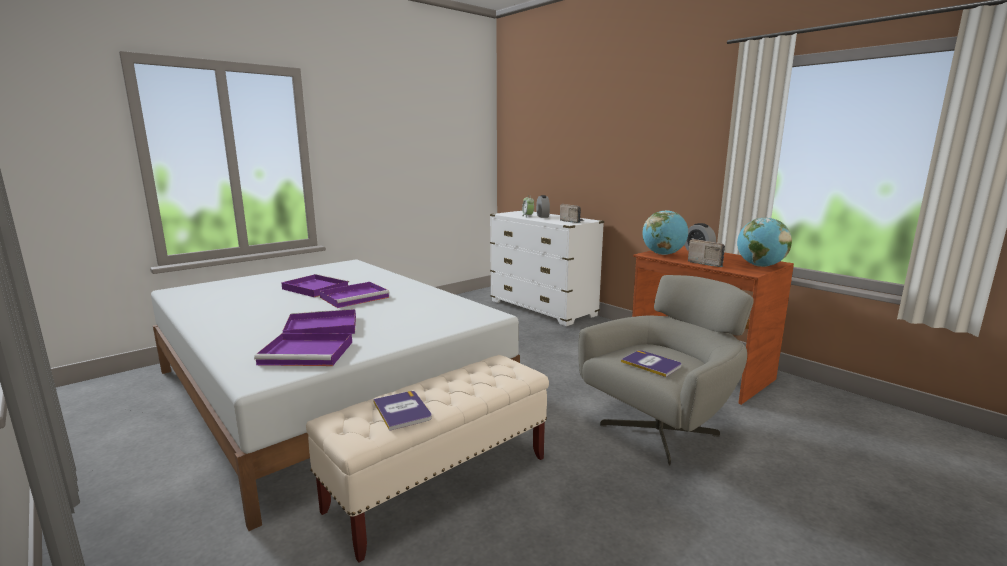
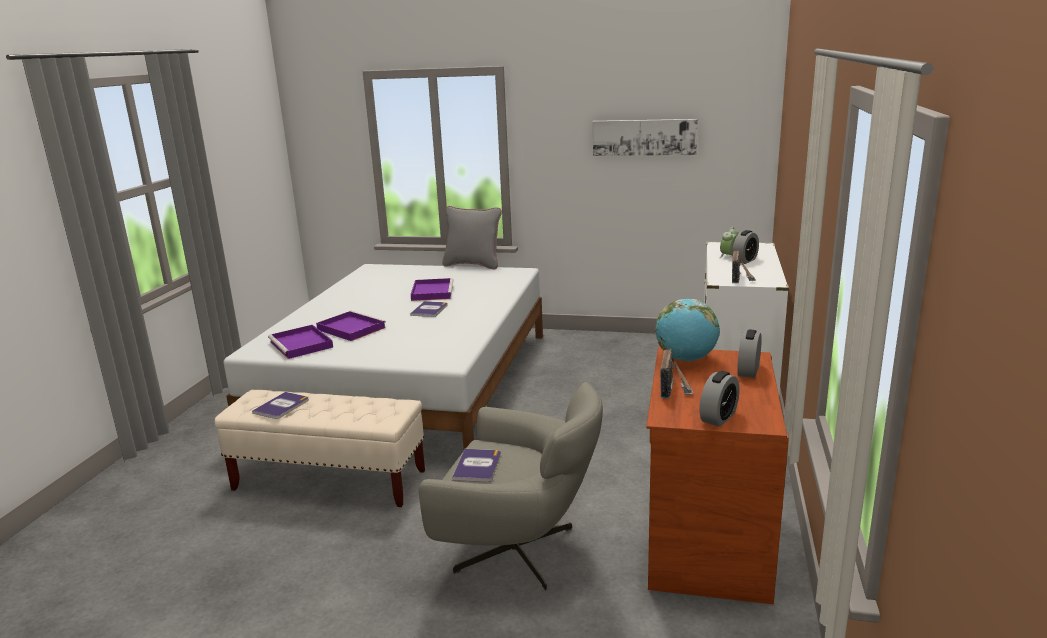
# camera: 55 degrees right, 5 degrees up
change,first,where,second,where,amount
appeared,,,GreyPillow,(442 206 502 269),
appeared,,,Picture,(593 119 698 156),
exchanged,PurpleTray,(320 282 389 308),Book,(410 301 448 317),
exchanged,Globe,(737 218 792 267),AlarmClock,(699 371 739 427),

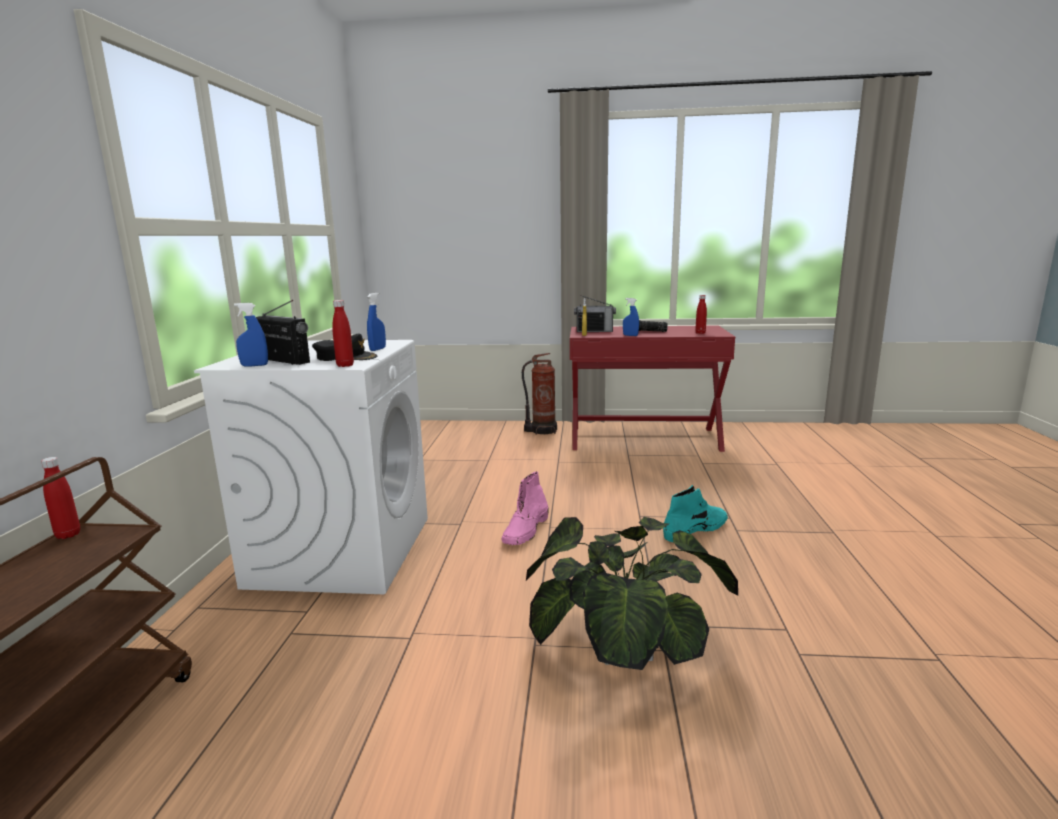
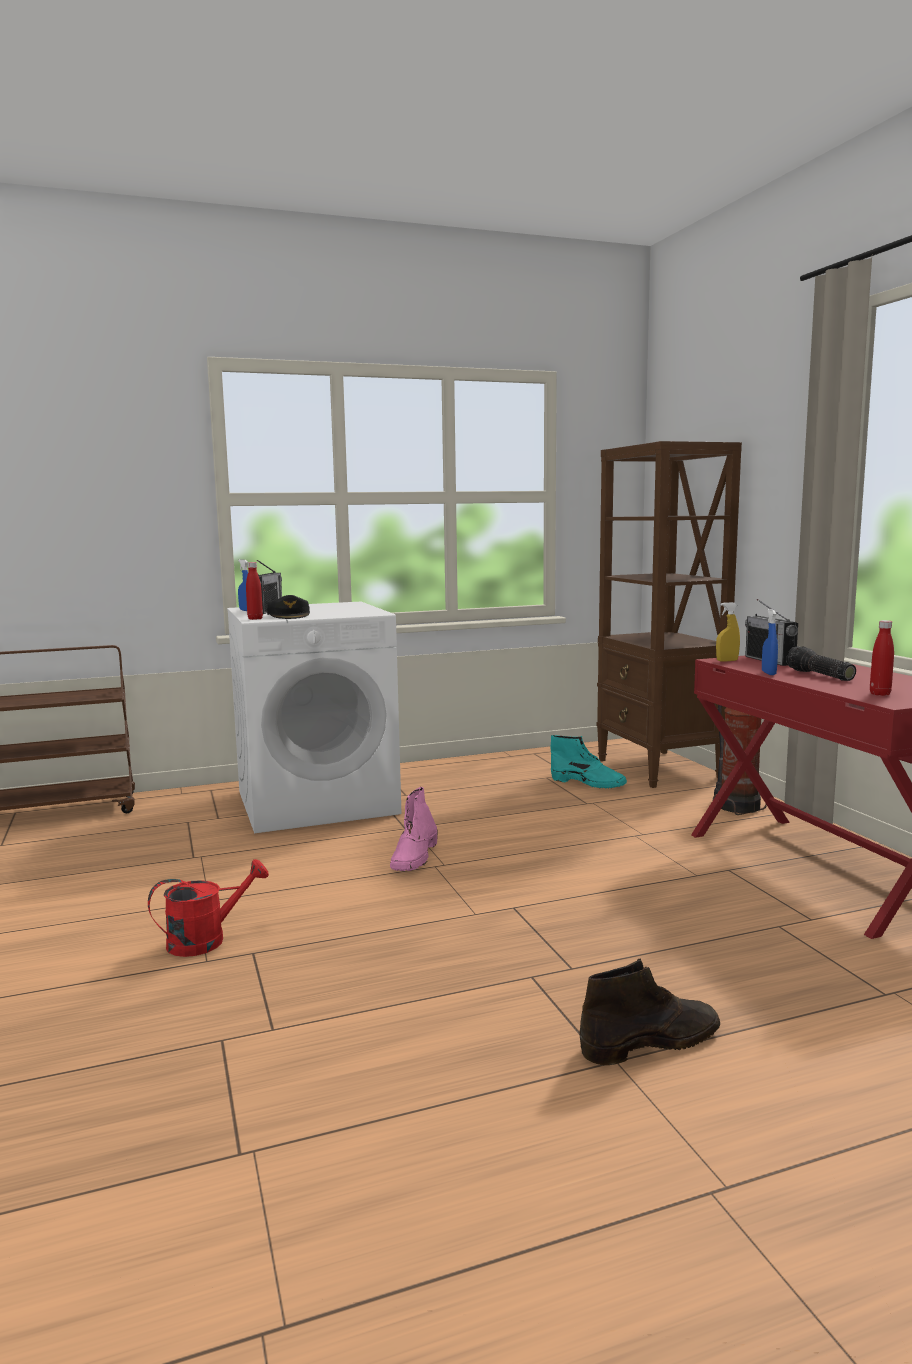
# camera: 65 degrees right, 5 degrees down
change,first,where,second,where,amount
missing,RedBottle,(41 457 80 539),,,
missing,BlueSprayBottle,(367 293 386 351),,,
appeared,,,BrownBoot,(579 959 720 1065),
appeared,,,BrownBookcase,(596 441 742 788),
relocated,TurquoiseBoot,(663 485 728 542),,(550 735 627 789),
exchanged,PottedPlant,(526 517 738 670),RedWateringCan,(148 859 269 957),
spun,PinkBoot,(502 471 549 545),,(390 787 438 871),75 degrees counterclockwise

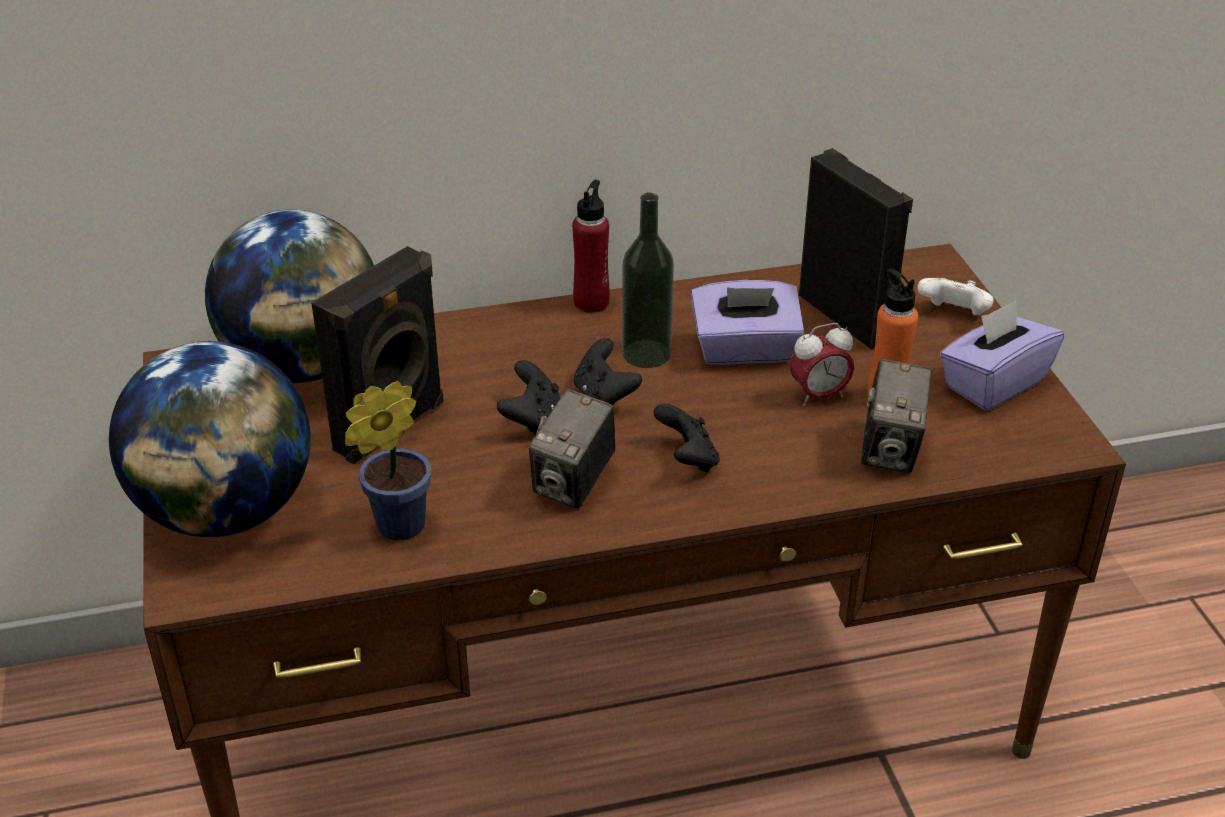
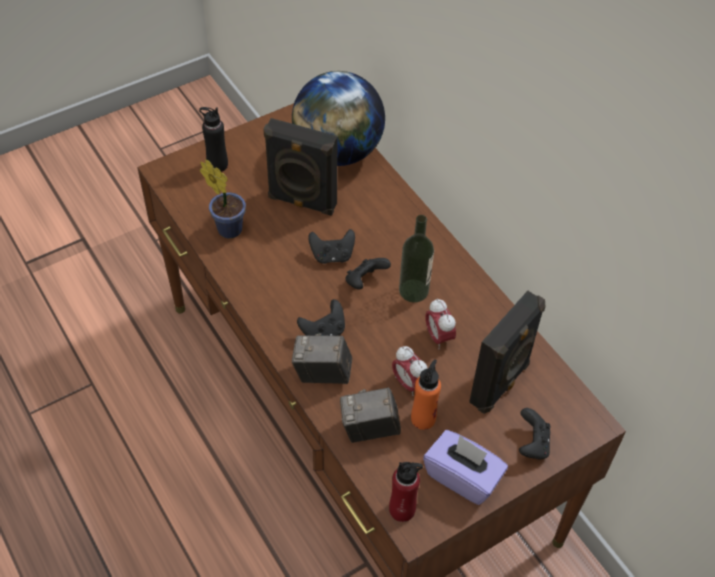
# camera: 70 degrees right, 15 degrees up
change,first,where,second,where,amount
relocated,PhotoCamera,(529 389 615 509),,(292 333 352 384),
relocated,RedBottle,(572 180 610 313),,(389 462 423 522),
exchanged,Globe,(109 341 311 537),BlackBottle,(199 107 228 172),
exchanged,PurpleTissueBox,(691 280 804 365),AlarmClock,(425 298 456 349),
colour,WhiteGameController,(917 278 994 315),BlackGameController,(519 408 551 460),

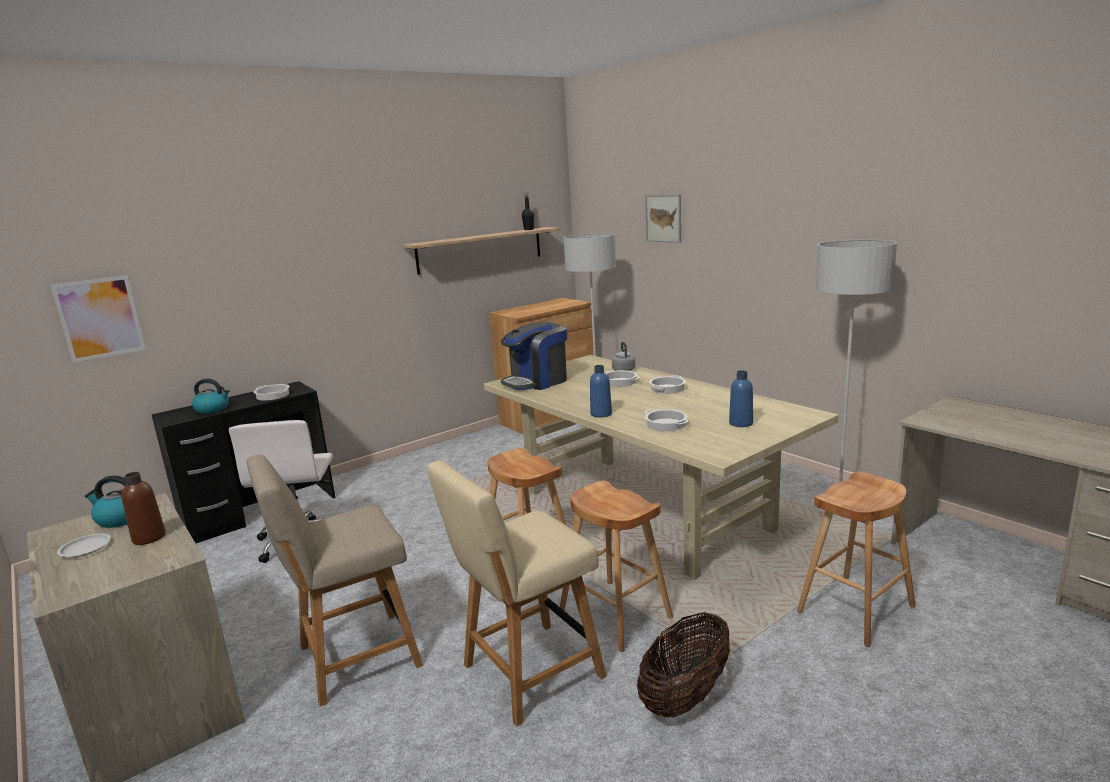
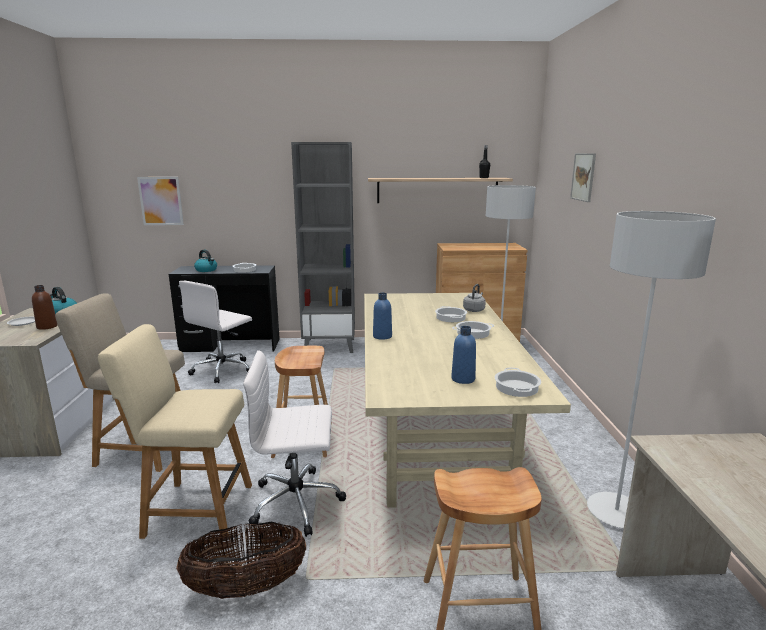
# camera: 35 degrees right, 0 degrees up
change,first,where,second,where,amount
missing,CoffeeMachine,(501 322 567 390),,,
appeared,,,GreyBookcase,(291 142 355 353),
relocated,CookingPot,(645 409 688 431),,(495 368 541 397),
exchanged,BrownStool,(560 480 673 652),WhiteOfficeChair,(243 350 346 537),

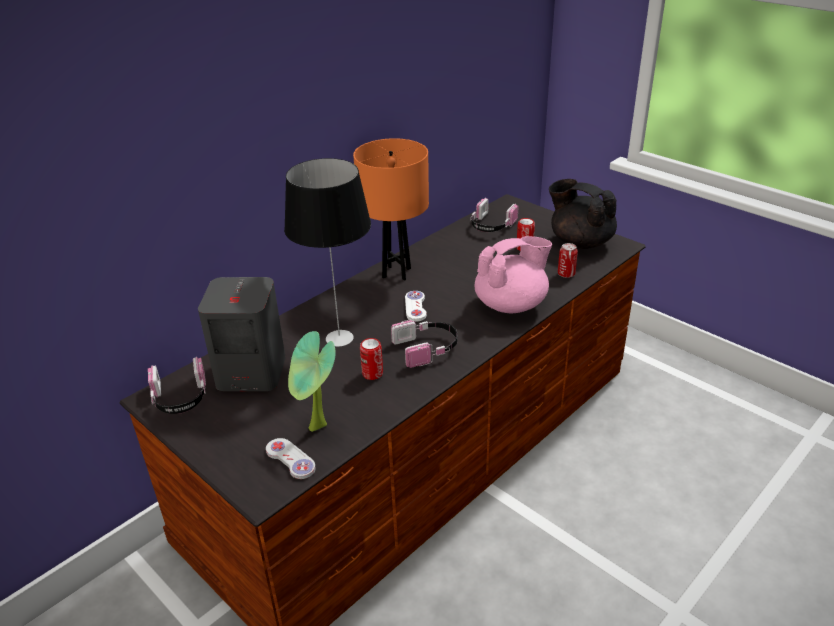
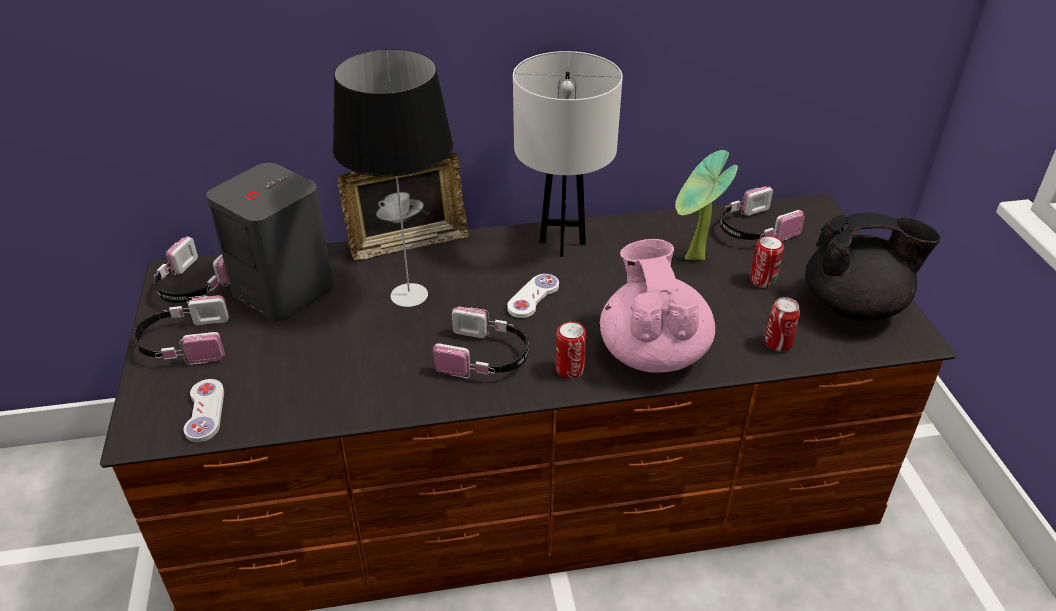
# camera: 35 degrees right, 5 degrees up
change,first,where,second,where,amount
appeared,,,Headphones,(133 295 229 365),
appeared,,,PictureFrame,(338 153 468 260),
relocated,PottedPlant,(288 331 336 432),,(675 150 738 261),
relocated,Can,(360 338 383 380),,(555 321 587 379),
colour,OrangeTableLamp,(353 138 429 281),WhiteTableLamp,(513 51 623 257),
spun,PinkTeapot,(474 236 552 314),,(600 239 715 373),105 degrees counterclockwise
spun,BlackTeapot,(549 179 617 249),,(805 212 941 321),105 degrees clockwise

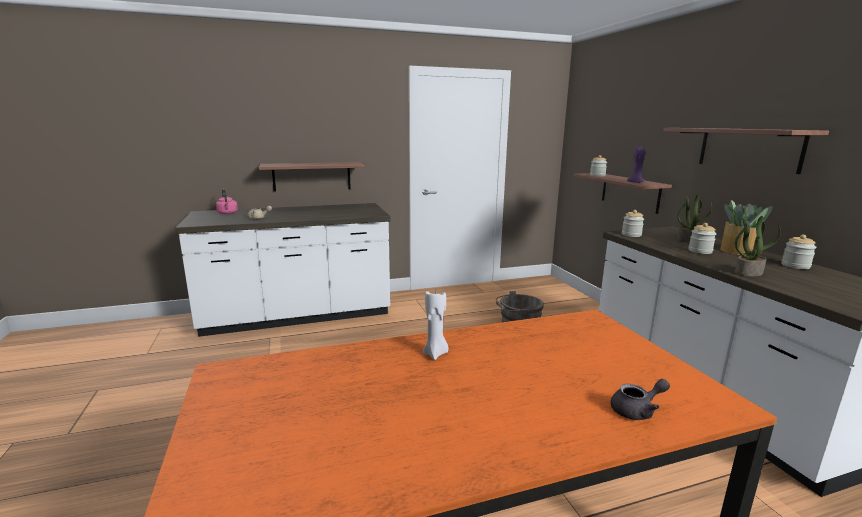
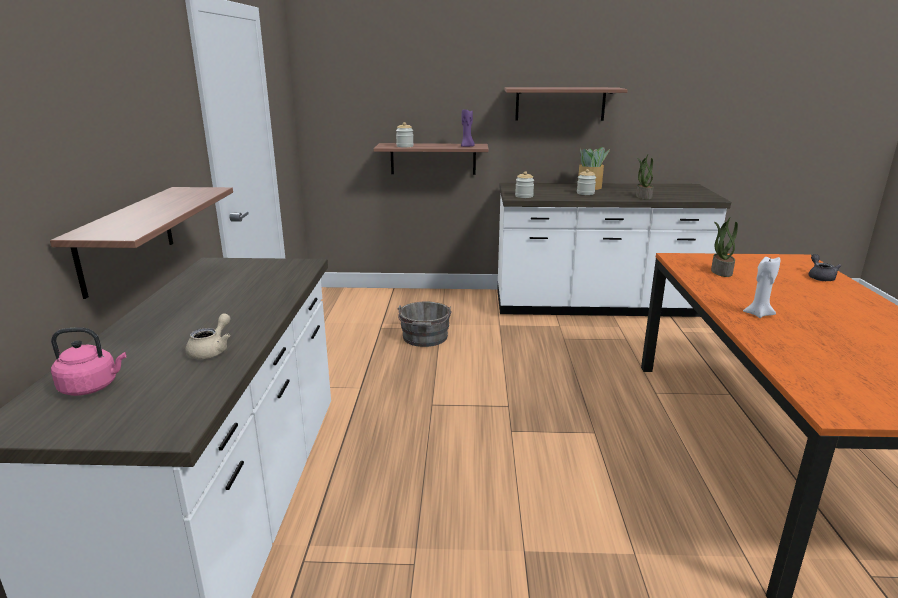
# camera: 70 degrees left, 5 degrees up
change,first,where,second,where,amount
missing,Jar,(781 235 817 269),,,
relocated,PottedPlant,(677 195 712 242),,(711 217 738 277),

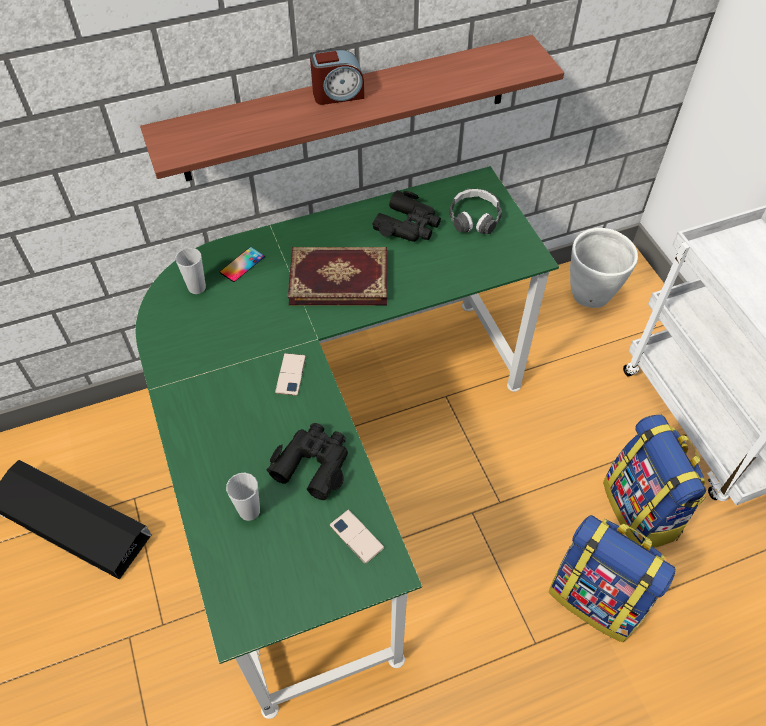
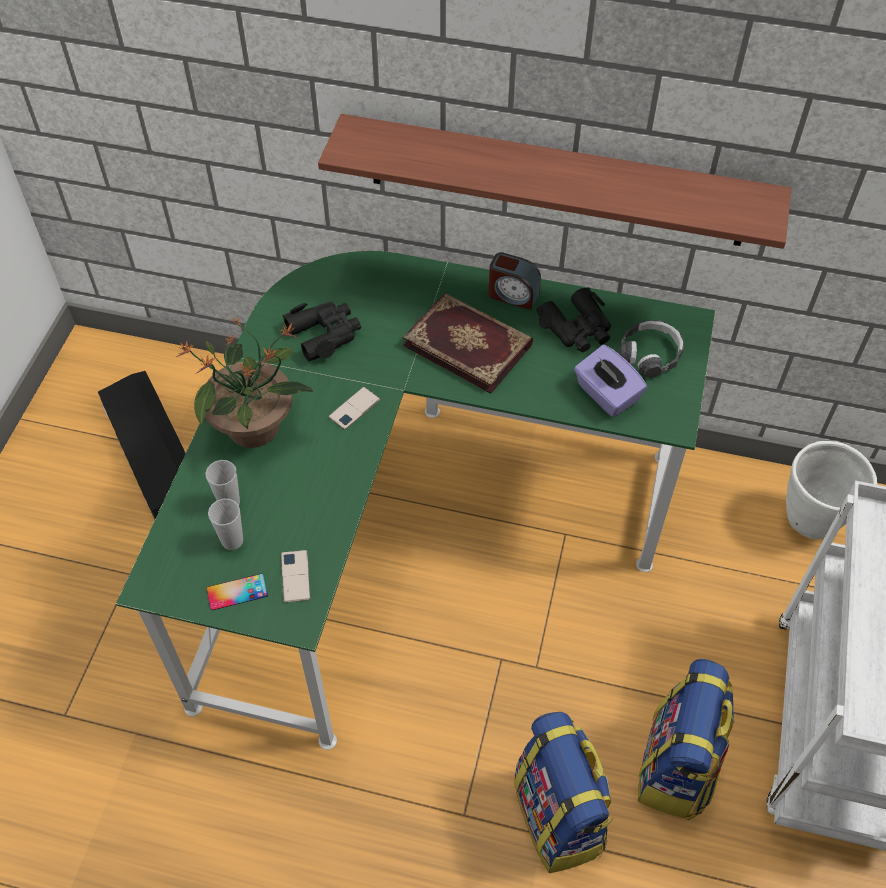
# camera: 35 degrees right, 0 degrees up
change,first,where,second,where,amount
appeared,,,PottedPlant,(176 316 314 448),
appeared,,,PurpleTissueBox,(574 345 647 417),
relocated,Cup,(175 248 206 294),,(208 499 243 550),
relocated,Phone,(220 247 265 282),,(207 573 268 610),
relocated,BlackBinoculars,(267 423 348 500),,(282 301 361 362),
relocated,AlarmClock,(310 49 364 105),,(488 252 541 310),

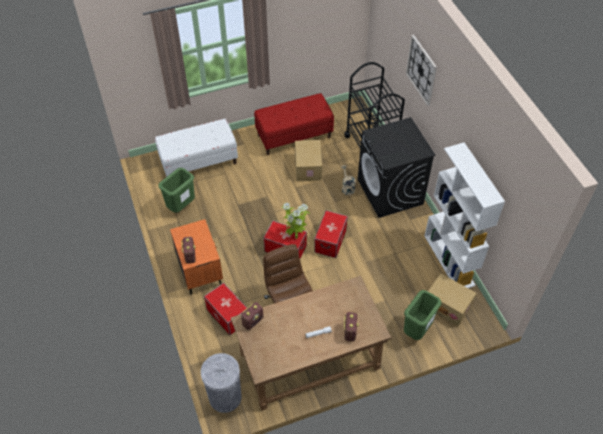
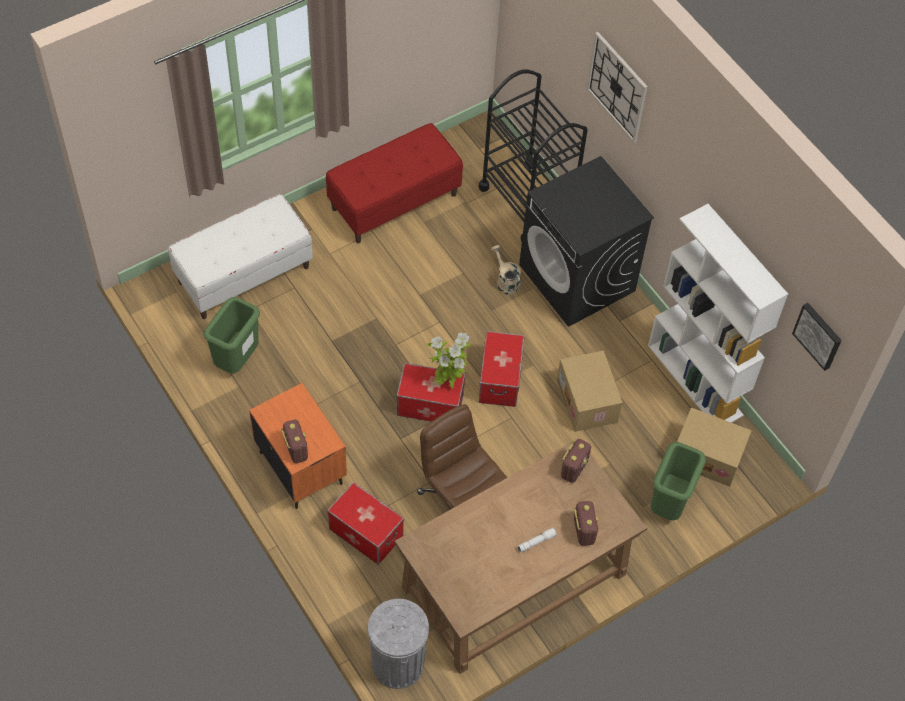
# camera: 15 degrees left, 5 degrees up
change,first,where,second,where,amount
appeared,,,Picture,(792 303 842 371),
relocated,Radio,(241 302 263 330),,(561 439 591 483),
relocated,CardboardBox,(295 140 322 181),,(557 350 623 432),

